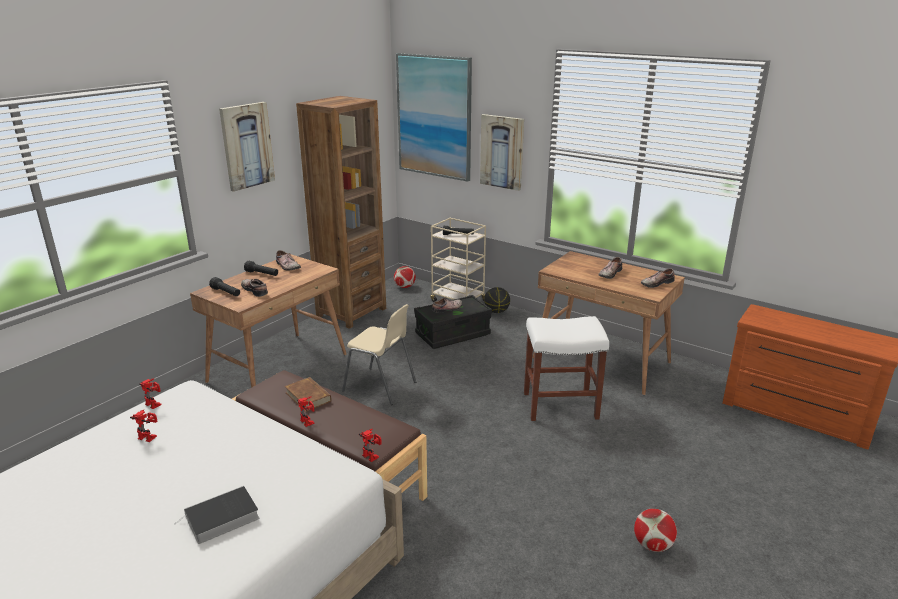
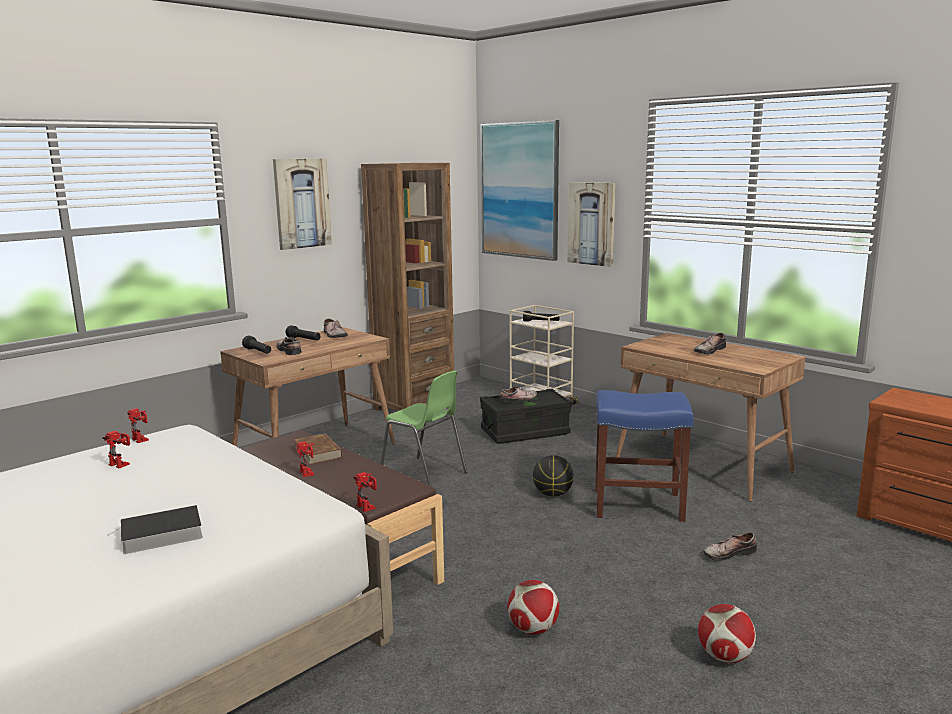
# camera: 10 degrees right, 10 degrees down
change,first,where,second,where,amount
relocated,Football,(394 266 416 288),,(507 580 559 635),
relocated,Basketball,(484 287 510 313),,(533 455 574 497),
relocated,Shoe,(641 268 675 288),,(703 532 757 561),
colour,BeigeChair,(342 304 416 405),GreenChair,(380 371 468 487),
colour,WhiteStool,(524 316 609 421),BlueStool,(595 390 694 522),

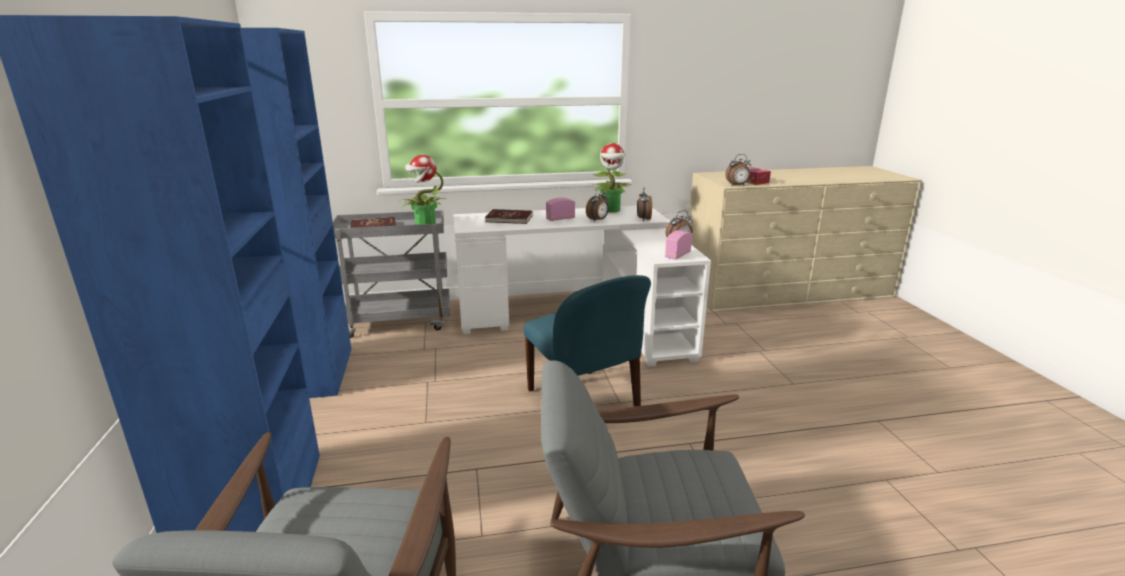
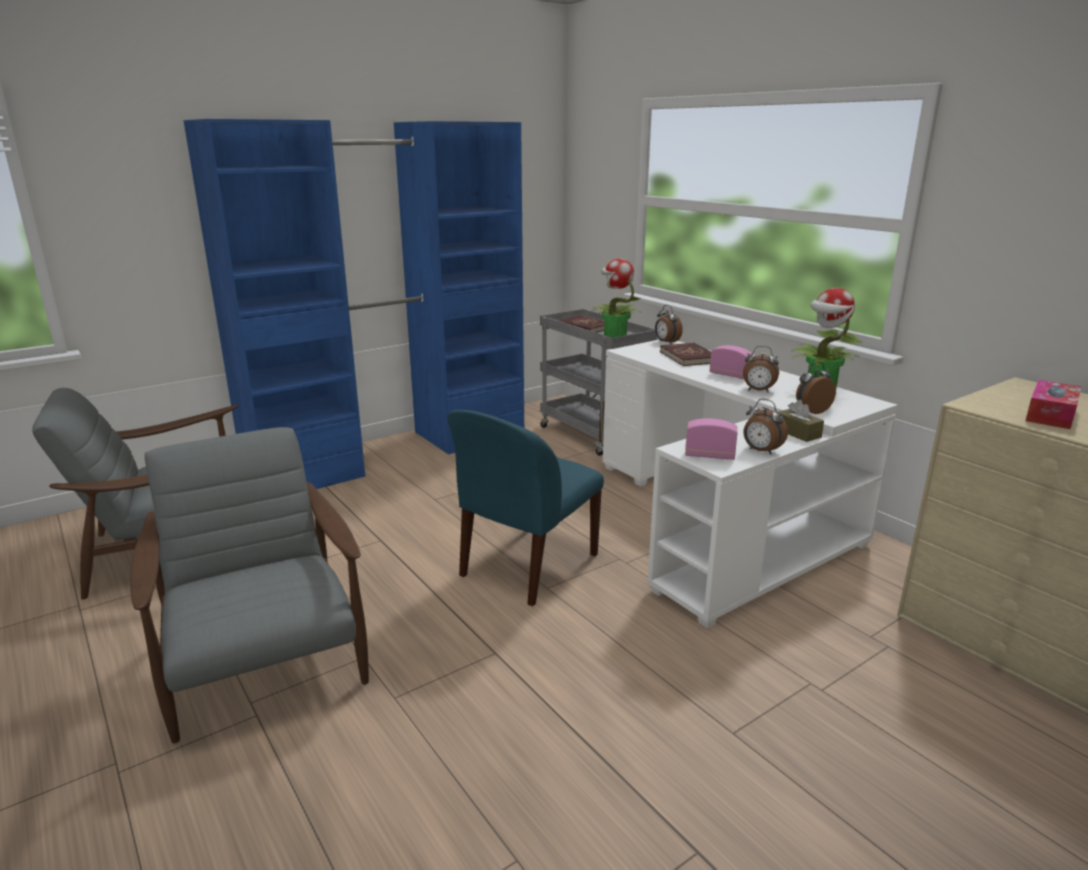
# camera: 65 degrees right, 0 degrees up
change,first,where,second,where,amount
appeared,,,BrownTissueBox,(777 400 824 442),
relocated,AlarmClock,(725 154 751 186),,(655 305 683 345),

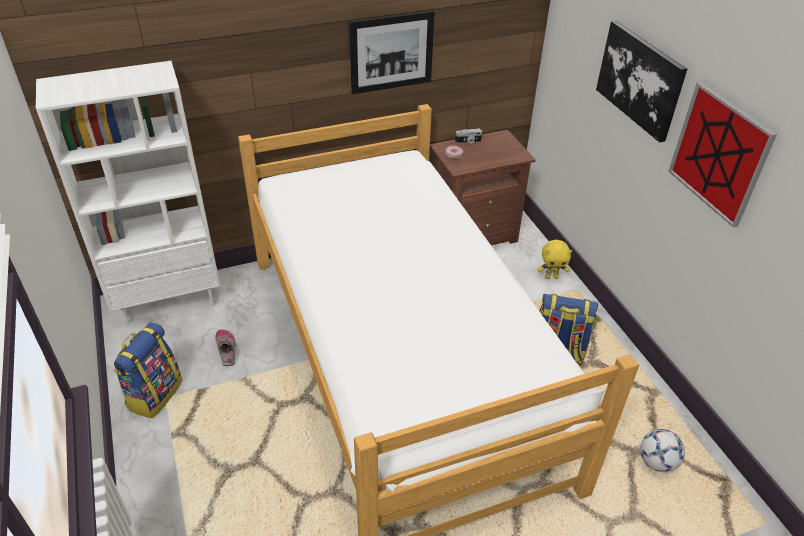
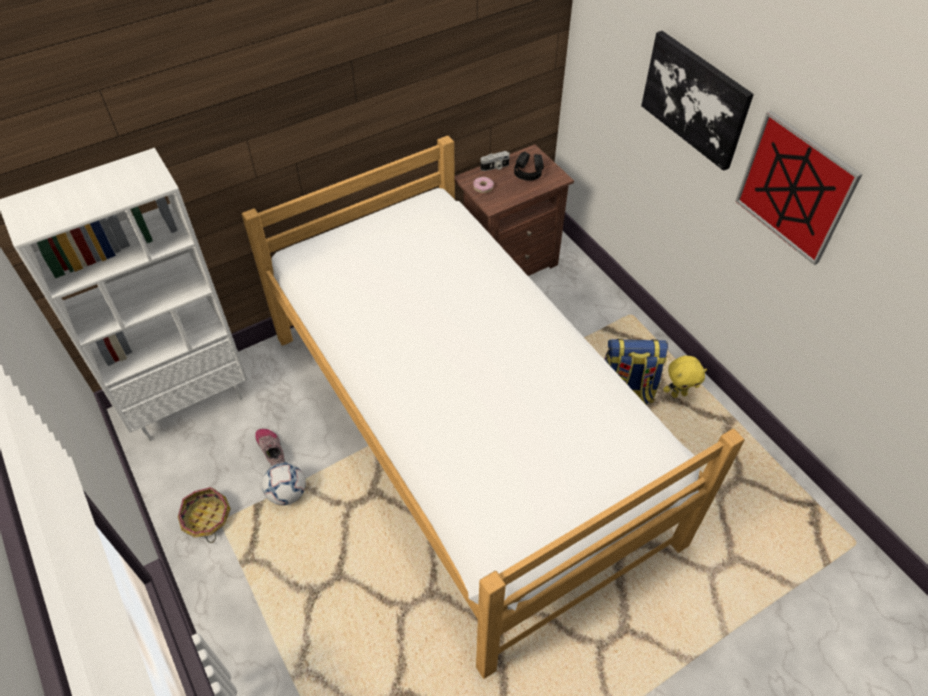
# camera: 10 degrees left, 10 degrees up
change,first,where,second,where,amount
missing,Picture,(349 11 435 94),,,
appeared,,,BlackHeadphones,(514 151 544 181),
relocated,YellowPlushToy,(538 240 572 279),,(663 356 707 398),
relocated,Football,(640 429 685 472),,(262 462 306 506),
exchanged,Backpack,(113 323 182 419),Basket,(178 487 231 543),

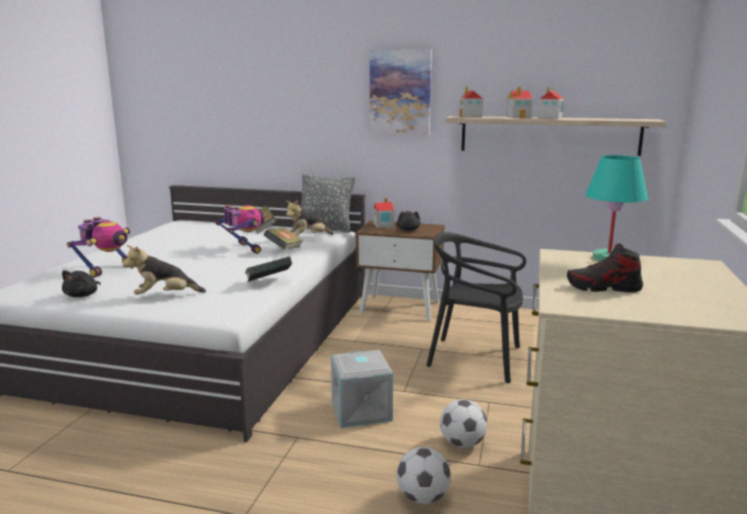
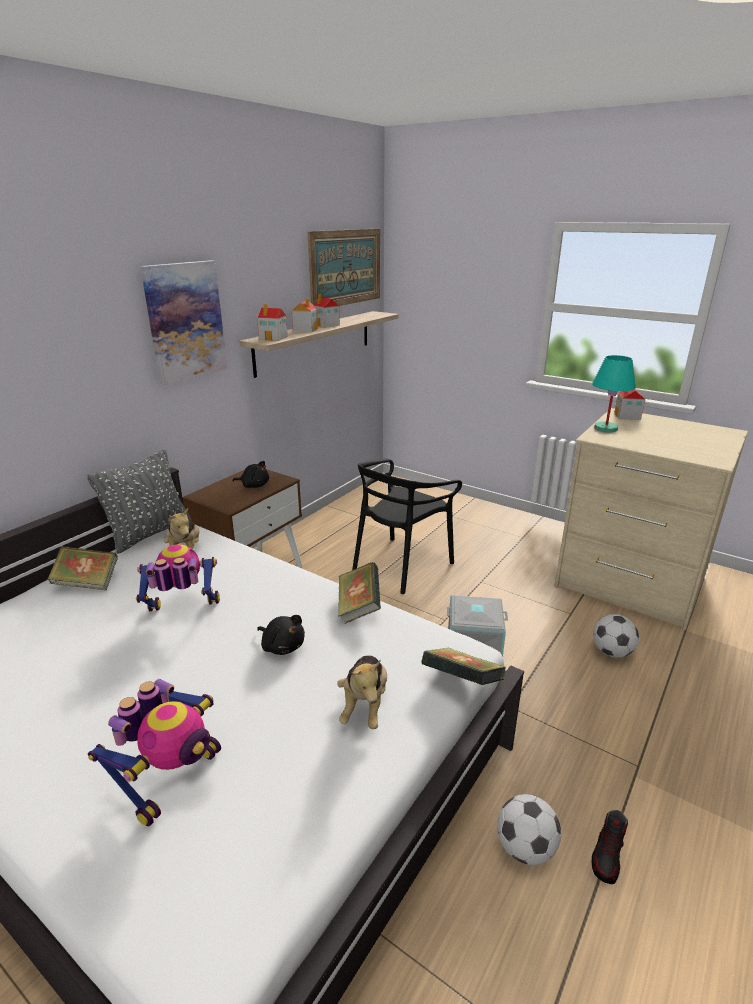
# camera: 70 degrees left, 10 degrees up
change,first,where,second,where,amount
appeared,,,Picture,(308 229 380 306),
relocated,BlackPlushToy,(62 270 101 297),,(257 615 305 655),
relocated,Book,(264 228 303 250),,(421 648 506 685),
relocated,ToyHouse,(374 198 394 228),,(614 389 645 420),
relocated,Football,(440 399 487 448),,(497 794 561 865),
relocated,Shoe,(567 244 643 293),,(592 810 628 884),
spun,ToyRobot,(67 217 130 277),,(88 679 221 826),75 degrees clockwise

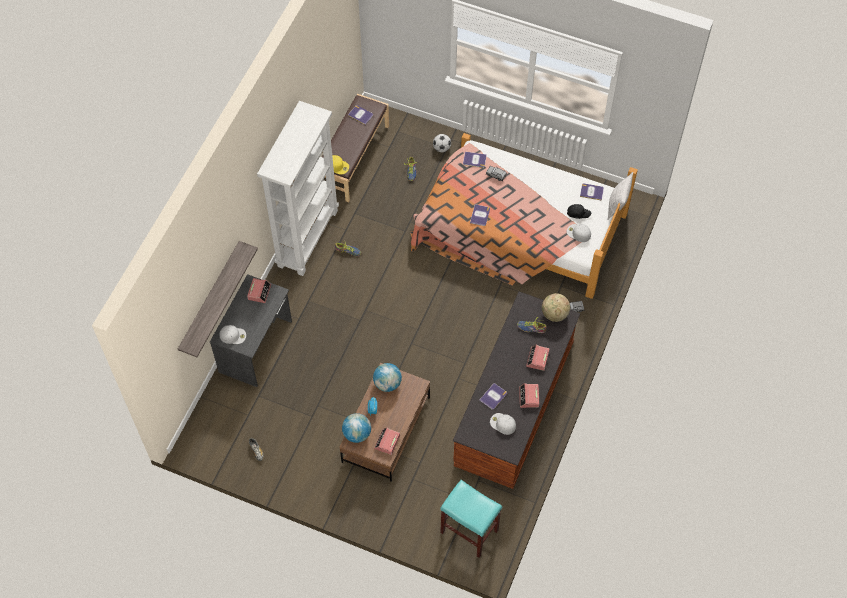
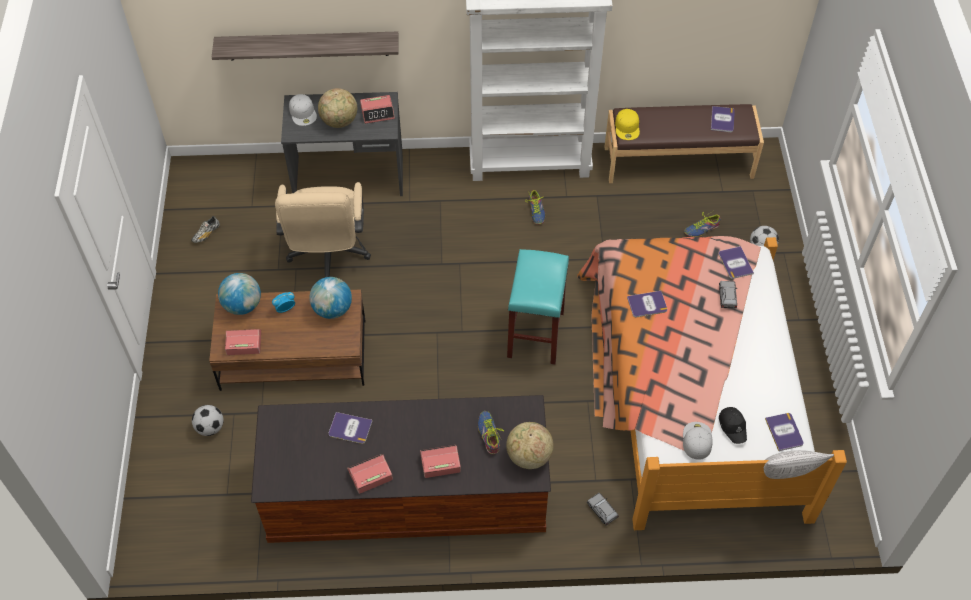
# camera: 65 degrees right, 5 degrees down
change,first,where,second,where,amount
missing,WhiteCap,(490 413 516 435),,,
appeared,,,Football,(192 405 224 436),
appeared,,,BeigeOfficeChair,(275 182 371 277),
appeared,,,Globe,(318 88 357 128),
relocated,TurquoiseStool,(440 480 502 558),,(507 249 569 365),

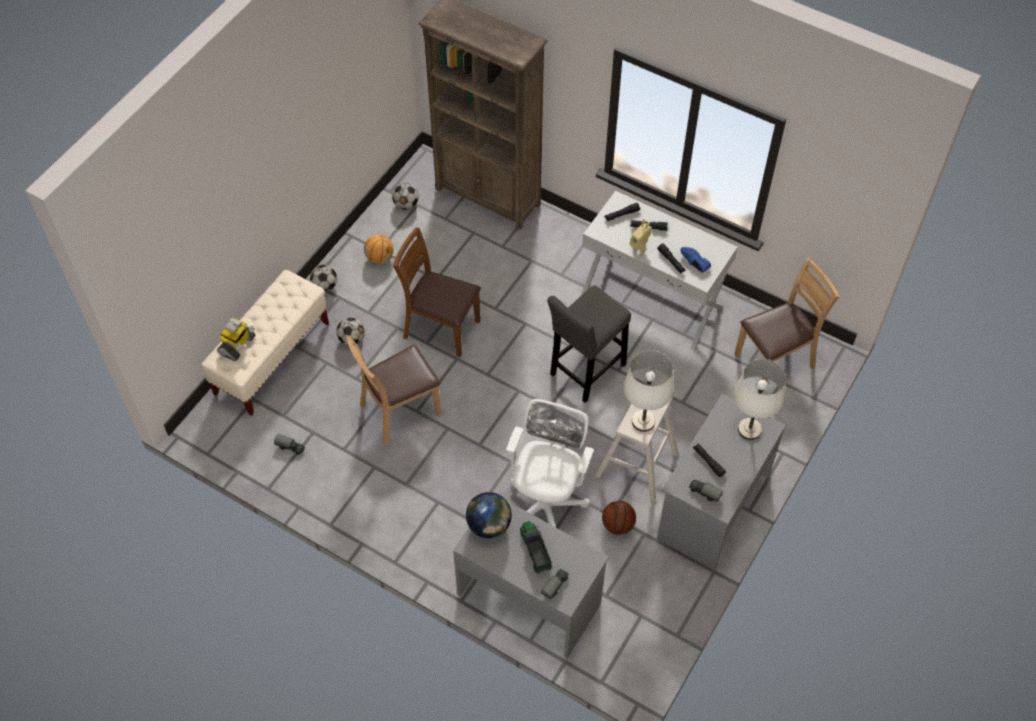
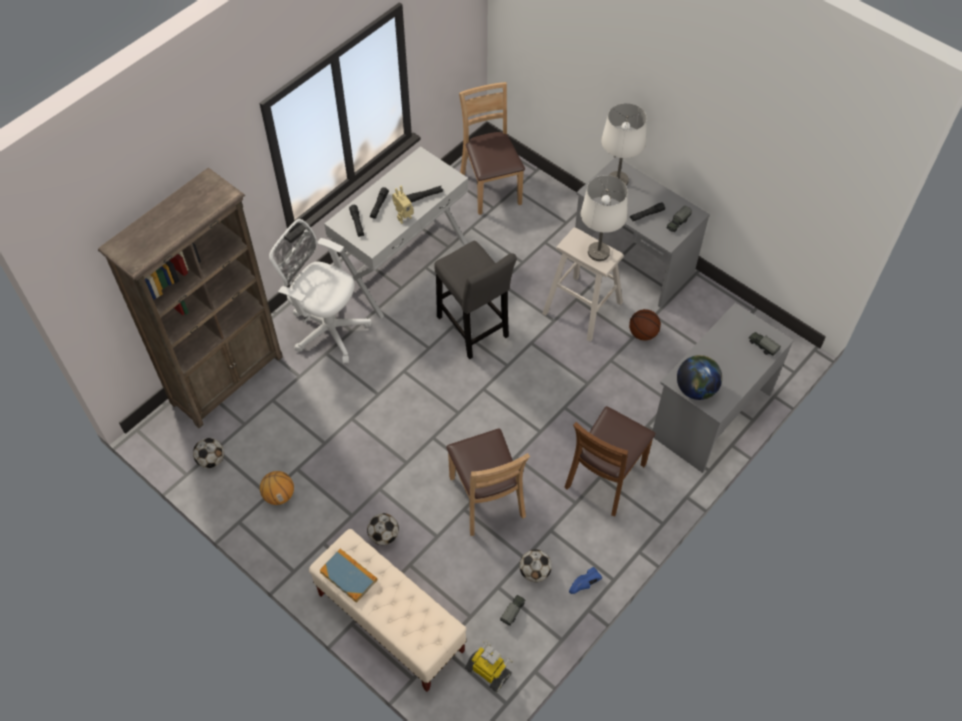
# camera: 80 degrees left, 0 degrees up
change,first,where,second,where,amount
missing,ToyTruck,(520 521 552 574),,,
appeared,,,Book,(319 549 377 603),
relocated,ToyRobot,(217 318 256 361),,(465 640 513 692),
relocated,Football,(310 265 337 292),,(519 549 552 582),
relocated,BrownChair,(393 227 481 357),,(565 406 656 516),
relocated,WhiteOfficeChair,(506 399 594 527),,(269 219 372 363),
relocated,BlueShoe,(680 247 711 273),,(569 567 602 594),

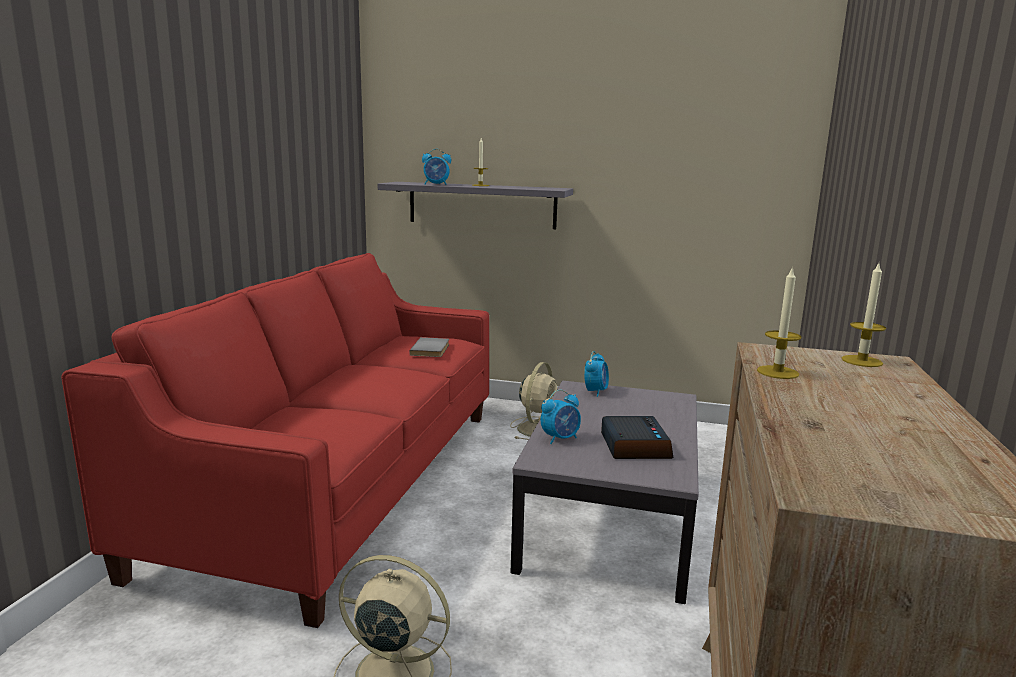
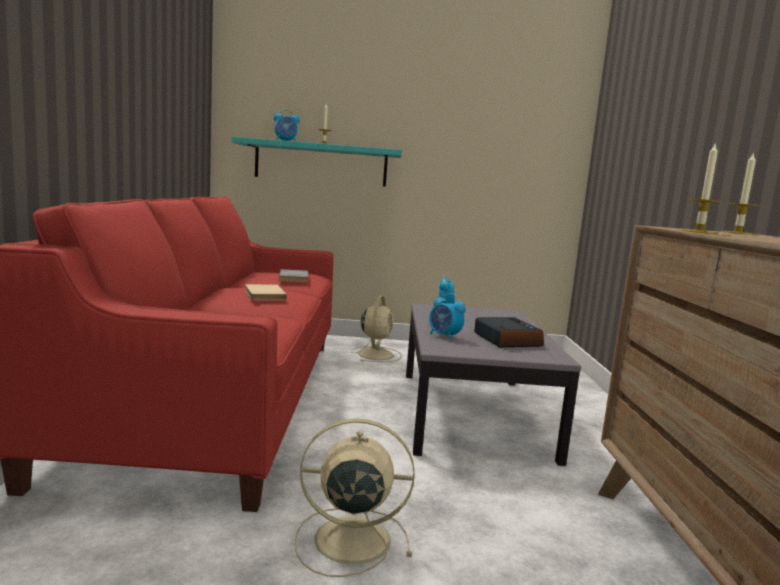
# camera: 15 degrees left, 5 degrees down
change,first,where,second,where,amount
appeared,,,BeigeBook,(245 284 287 300),
colour,GreyShelf,(378 182 573 229),TurquoiseShelf,(232 137 402 187),
spun,AlarmClock,(541 390 581 444),,(429 293 466 340),90 degrees clockwise

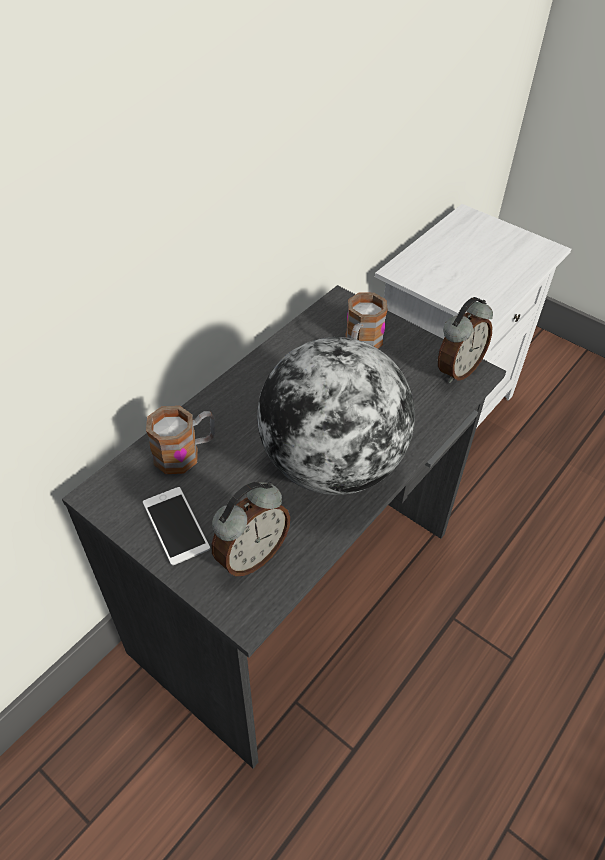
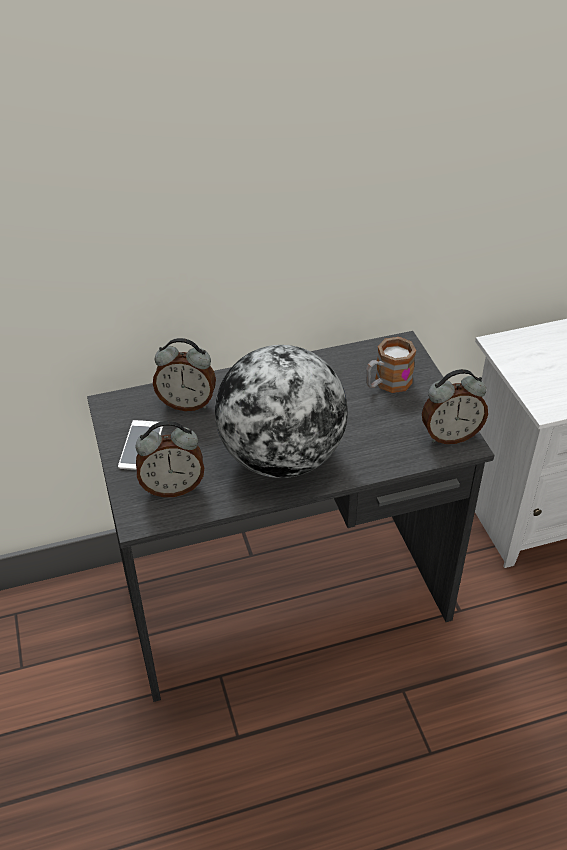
# camera: 35 degrees right, 5 degrees down
change,first,where,second,where,amount
exchanged,Mug,(146 406 215 474),AlarmClock,(153 338 216 411),

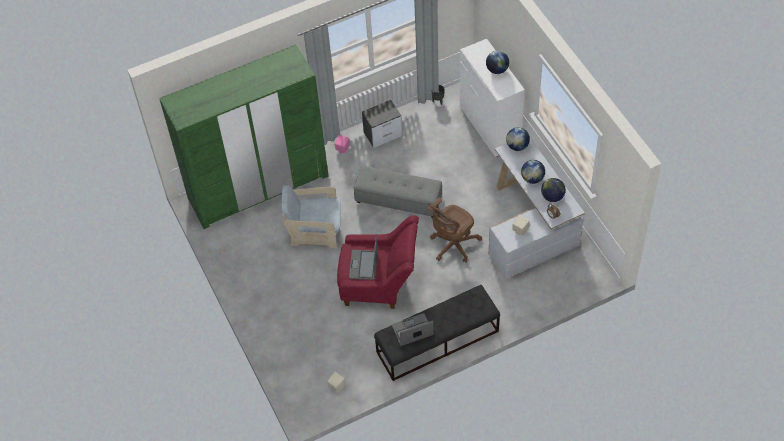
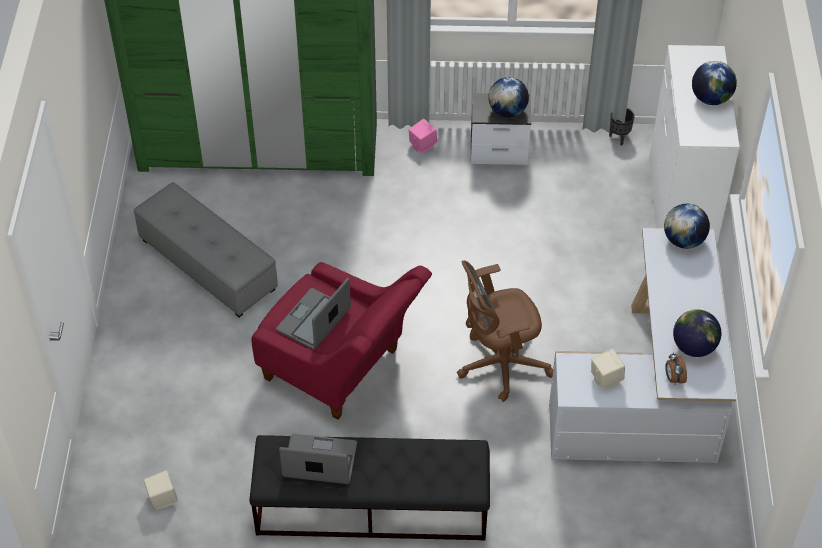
# camera: 25 degrees right, 5 degrees down
change,first,where,second,where,amount
missing,BeigeArmchair,(281 185 341 249),,,
relocated,GreyOttoman,(354 166 442 218),,(134 182 278 317),
relocated,Globe,(521 160 545 184),,(488 77 529 118),

